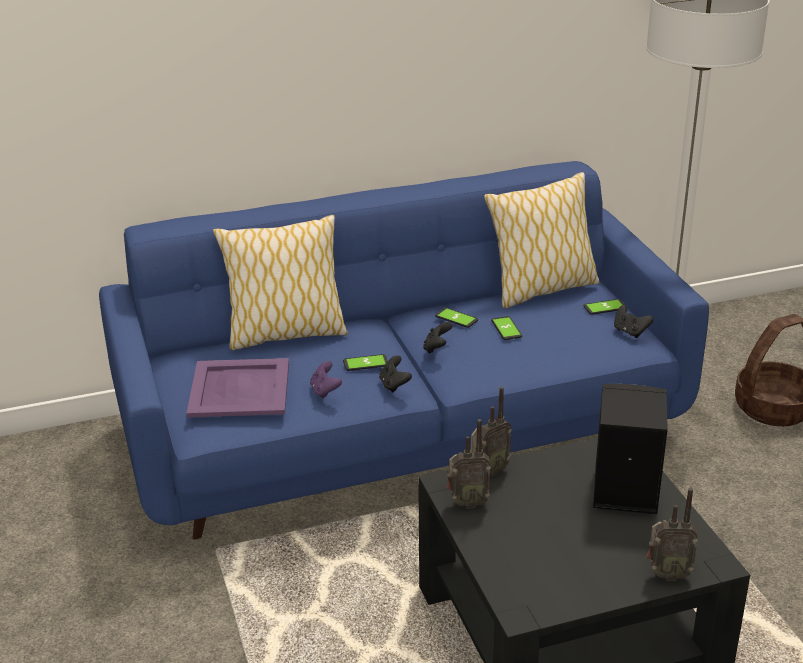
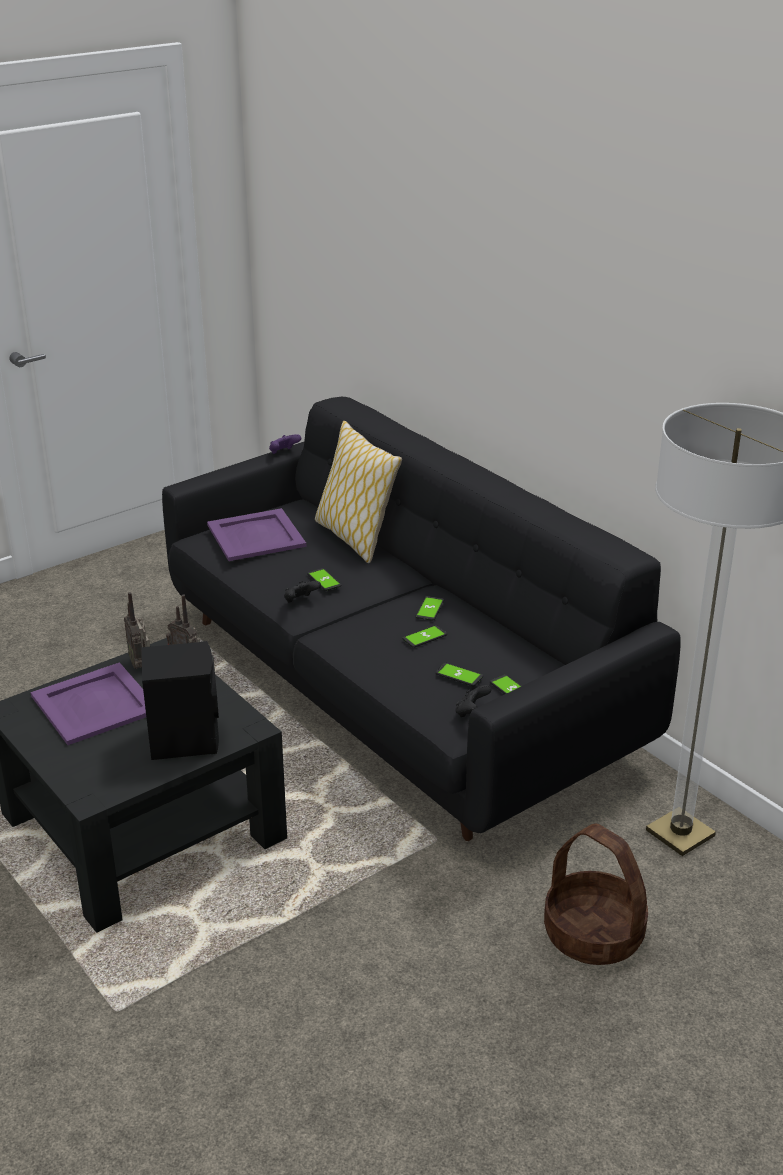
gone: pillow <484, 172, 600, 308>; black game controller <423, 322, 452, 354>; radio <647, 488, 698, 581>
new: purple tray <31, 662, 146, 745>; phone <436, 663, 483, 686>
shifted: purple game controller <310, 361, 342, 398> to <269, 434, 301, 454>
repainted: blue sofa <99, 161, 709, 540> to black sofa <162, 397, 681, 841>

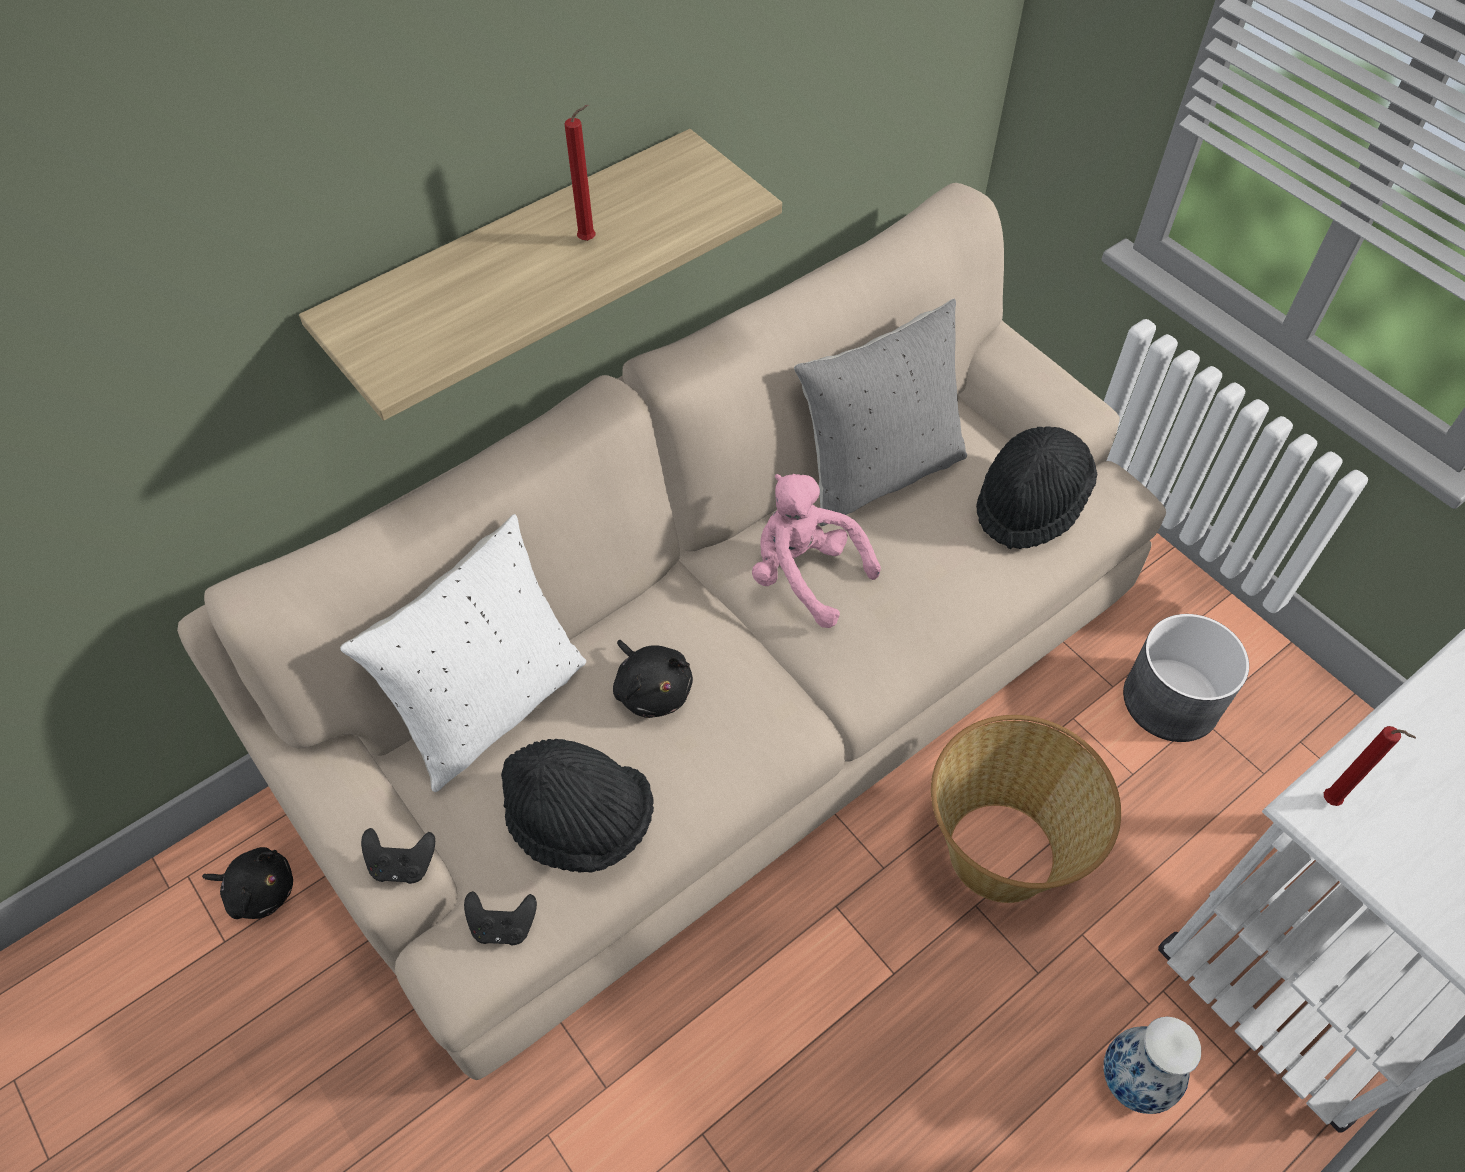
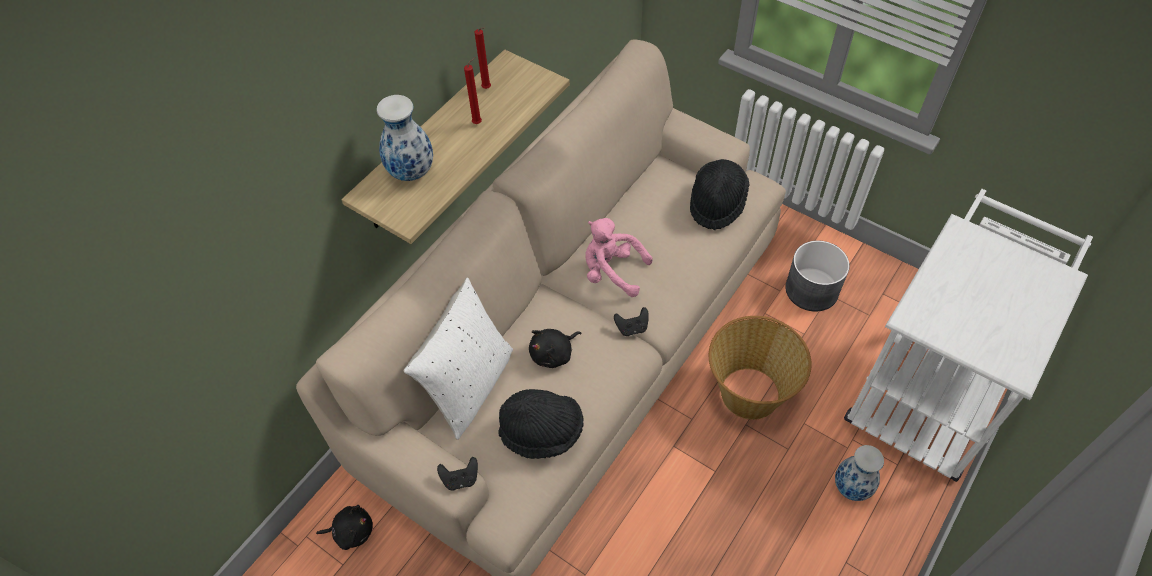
gone: grey pillow <794, 299, 967, 526>
new: vase <377, 95, 433, 181>
shifted: red candle <1324, 726, 1416, 806> to <475, 27, 491, 89>; black game controller <464, 891, 537, 945> to <614, 307, 649, 336>
rotated: black plush toy <613, 640, 693, 718> = <529, 329, 582, 368> 105 degrees clockwise

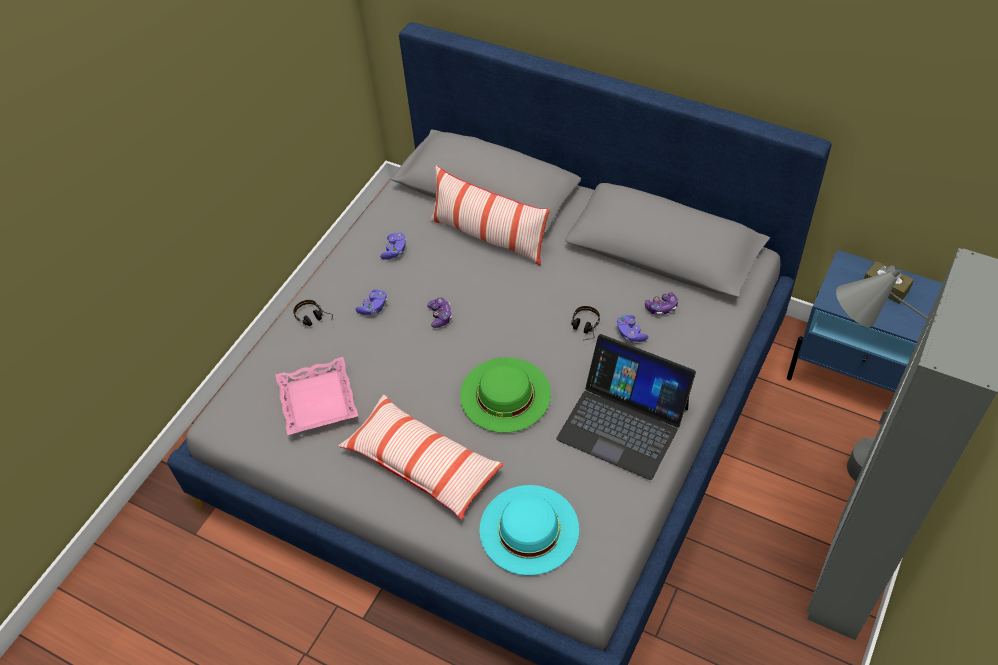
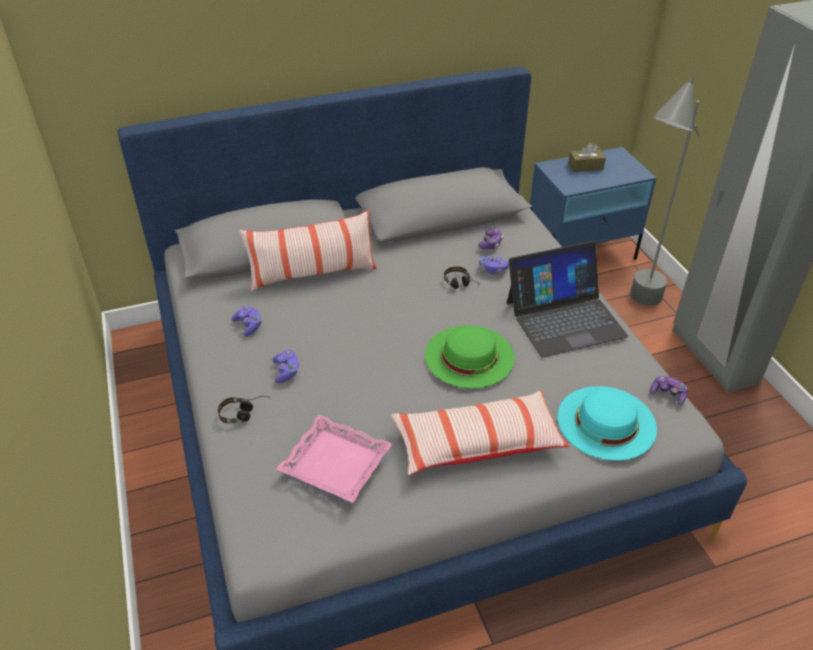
shifted: game controller <427, 297, 452, 328> to <650, 376, 688, 405>

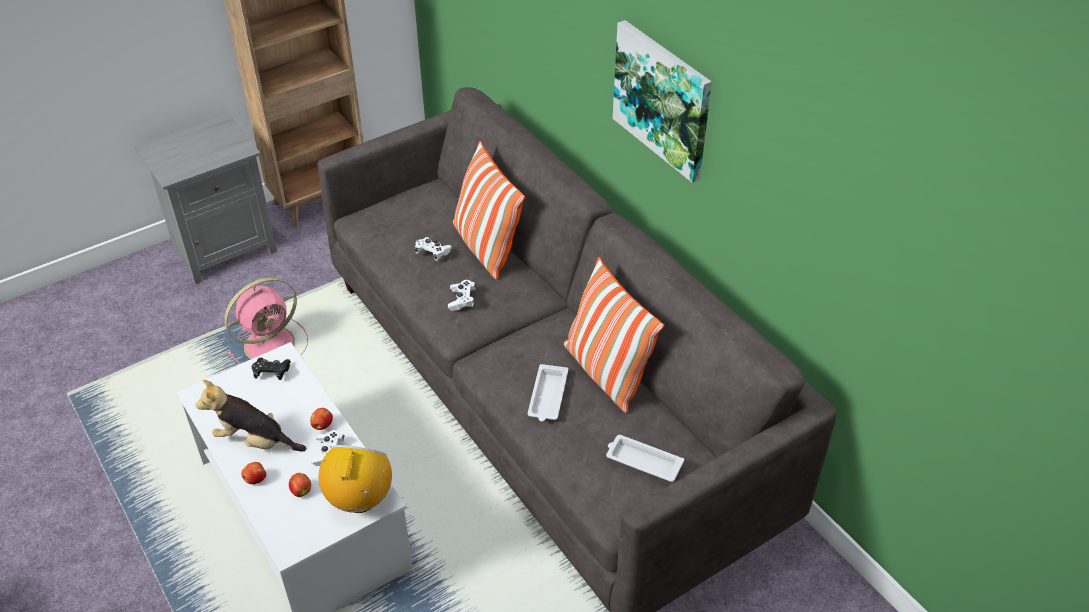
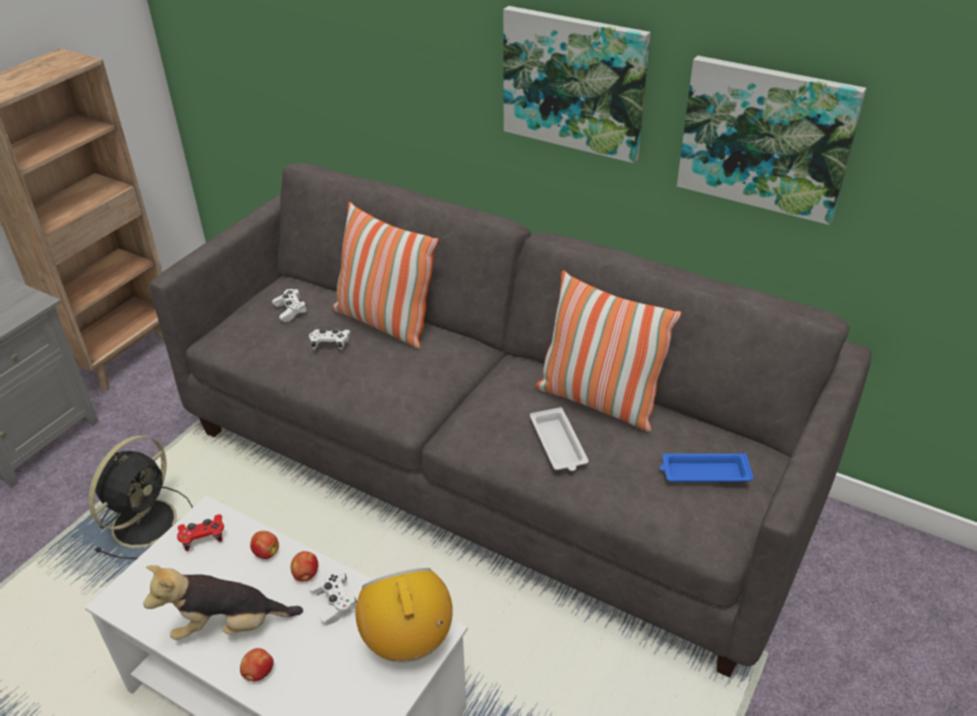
new: picture <677, 55, 866, 225>
shifted: white game controller <448, 280, 476, 311> to <272, 289, 307, 322>; apple <289, 473, 311, 497> to <250, 531, 279, 559>
repainted: pink fan <224, 277, 308, 364> to black fan <89, 435, 193, 559>; black game controller <252, 358, 291, 380> to red game controller <177, 514, 224, 551>; white tray <606, 435, 684, 482> to blue tray <660, 453, 754, 482>

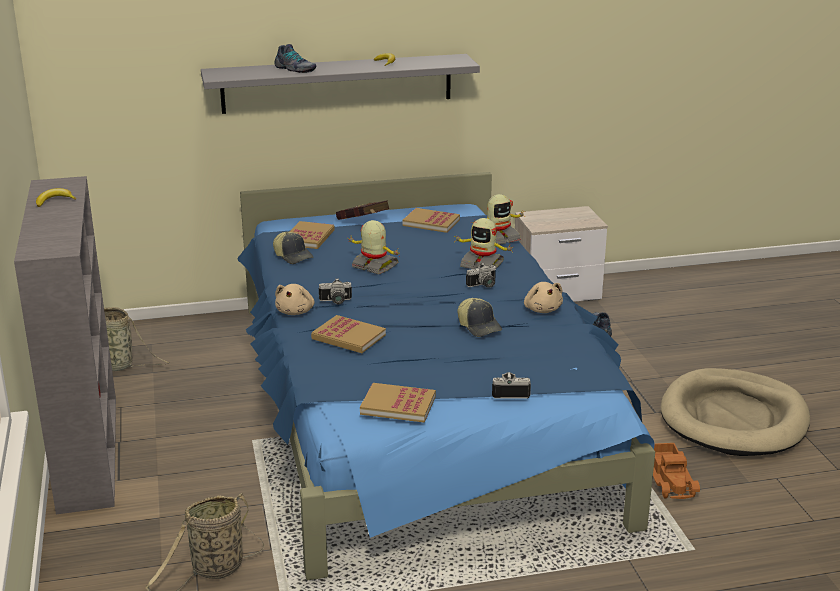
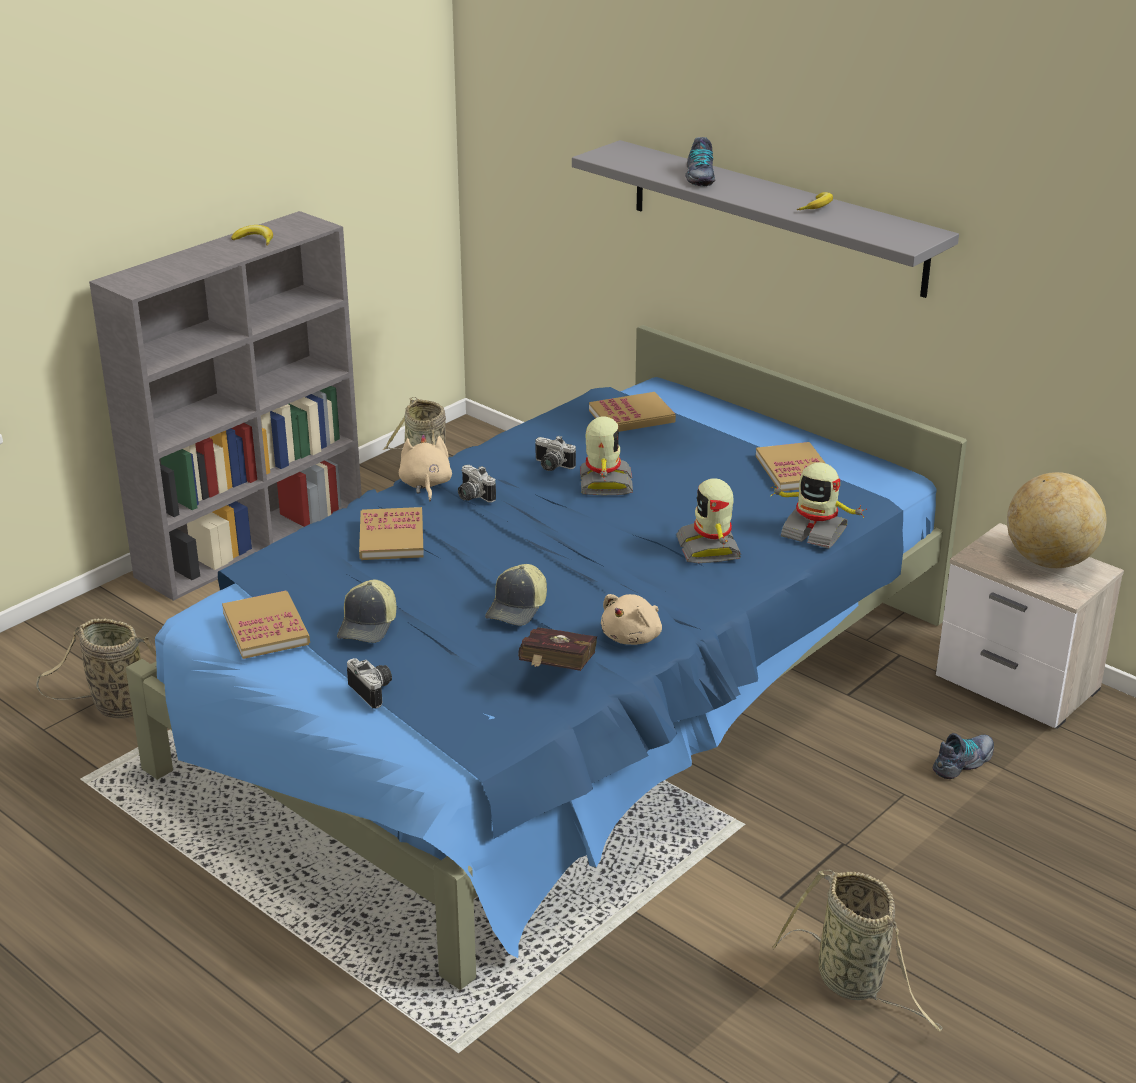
gone: toy truck <653, 443, 700, 499>
new: globe <1007, 472, 1106, 568>
shifted: red book <336, 200, 389, 220> to <518, 627, 597, 671>; cap <273, 232, 313, 264> to <337, 580, 396, 643>; photo camera <466, 263, 496, 288> to <535, 436, 576, 471>
swapped: beige dog bed <661, 368, 810, 456> to basket <773, 870, 943, 1031>
rotated: beige plush toy <275, 284, 315, 315> = <399, 435, 452, 501> 105 degrees clockwise

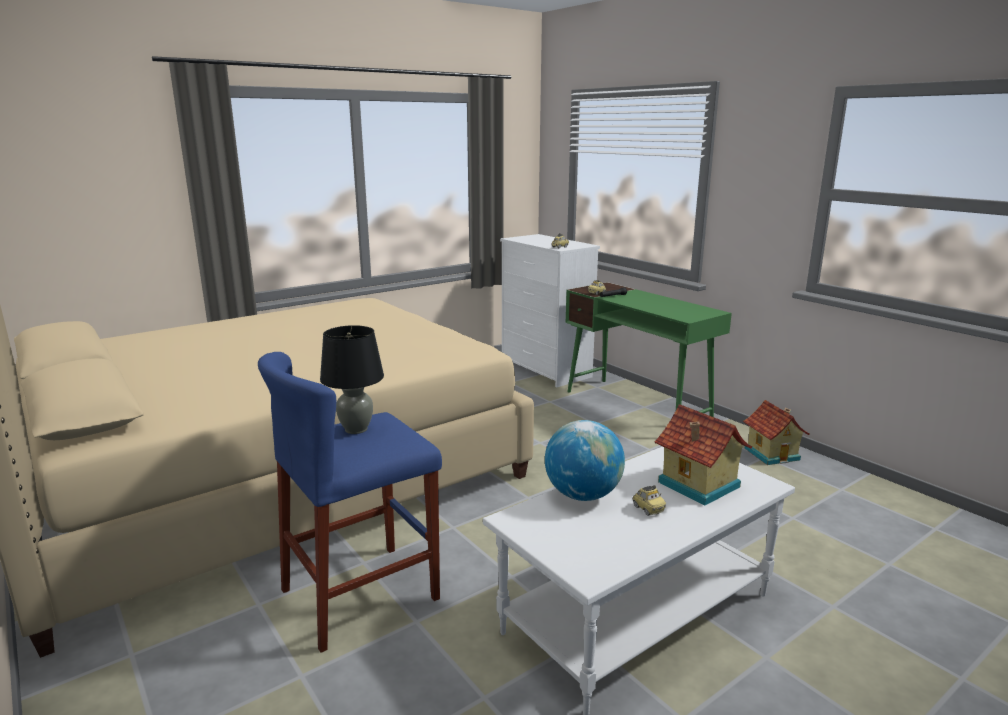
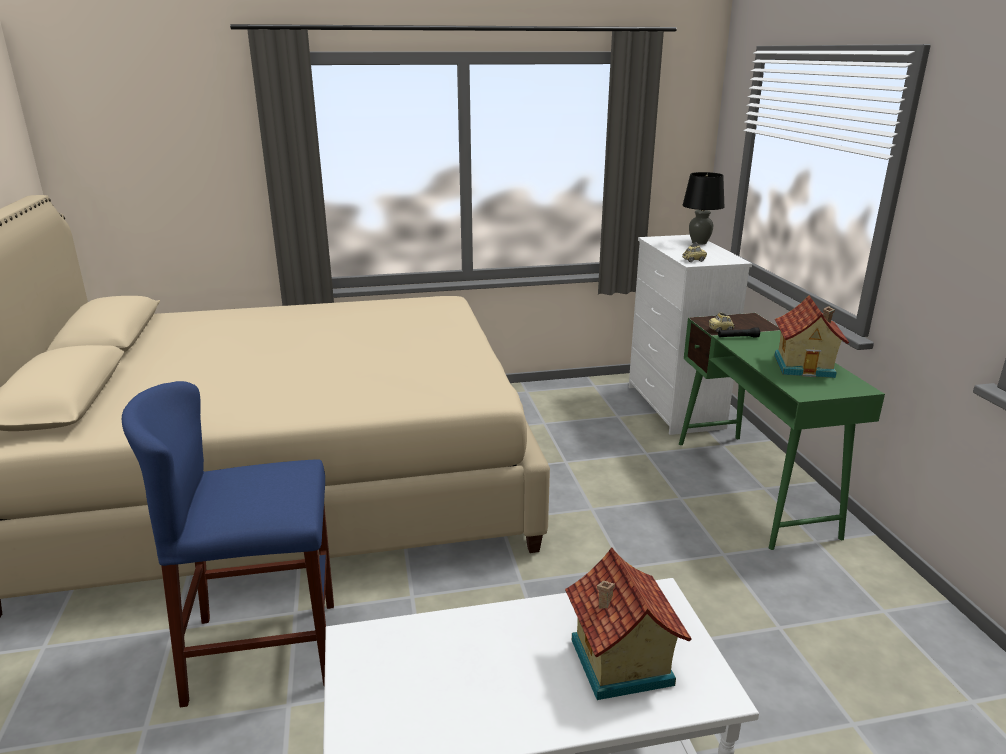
gone: globe <545, 420, 625, 501>; toy car <632, 485, 666, 516>
shifted: black table lamp <320, 325, 384, 434> to <683, 172, 724, 245>; toy house <743, 400, 809, 465> to <774, 296, 849, 378>

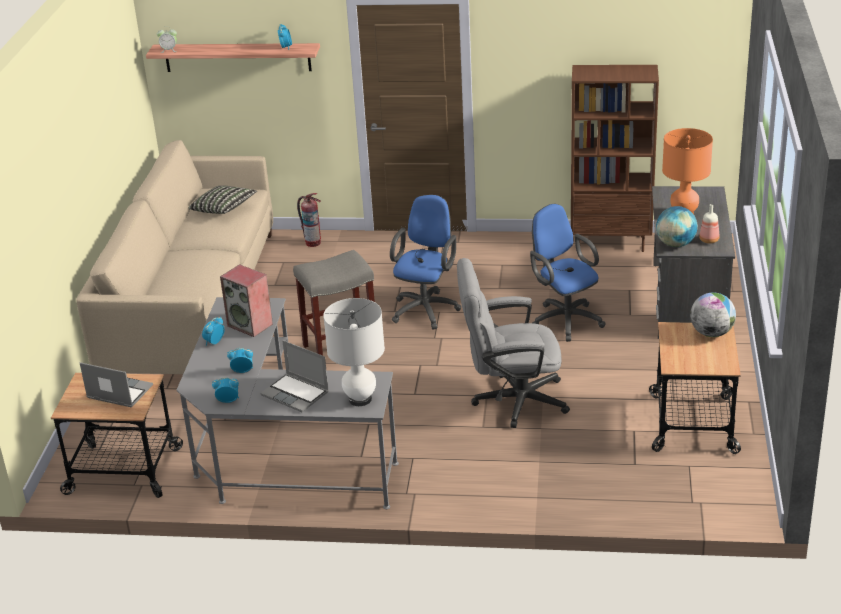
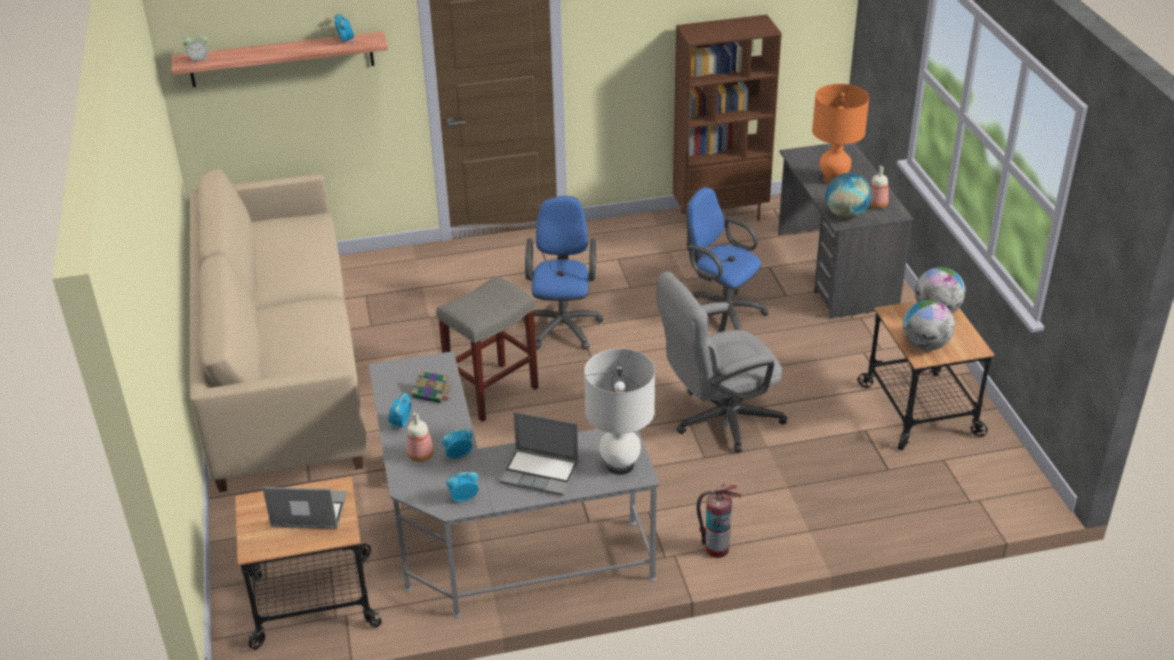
gone: pillow <189, 185, 257, 214>
new: globe <903, 300, 955, 351>; bottle <407, 412, 434, 462>
shifted: fire extinguisher <297, 193, 321, 247> to <696, 484, 741, 558>
swapped: speaker <220, 264, 273, 337> to book <412, 370, 451, 403>

